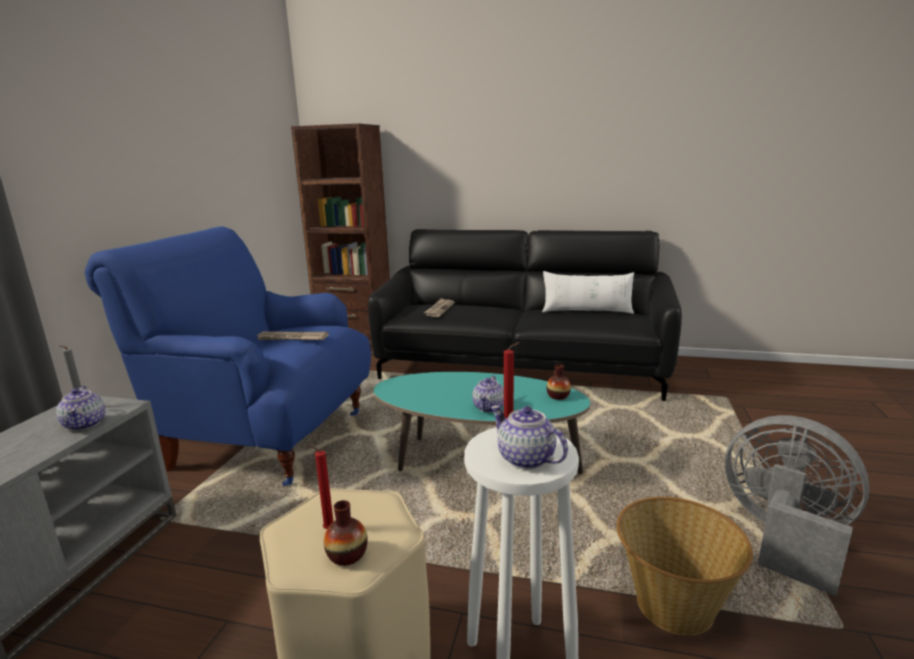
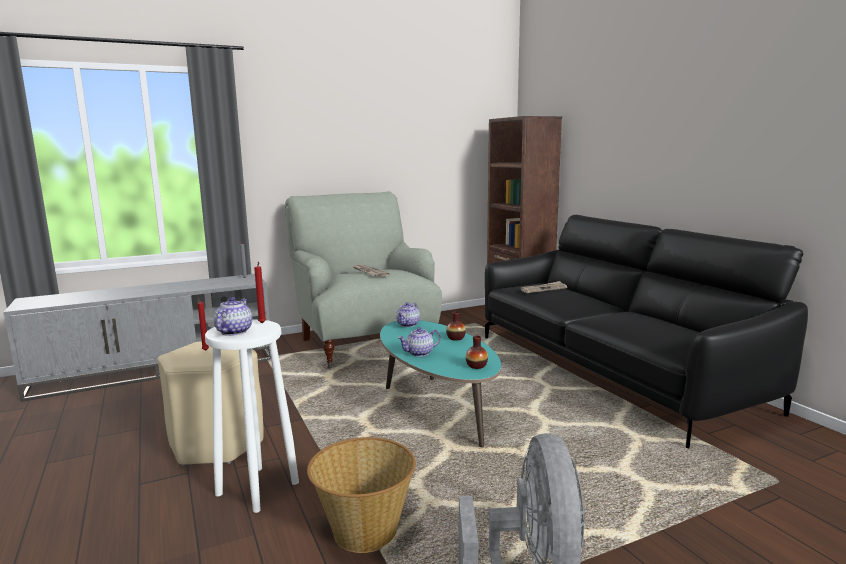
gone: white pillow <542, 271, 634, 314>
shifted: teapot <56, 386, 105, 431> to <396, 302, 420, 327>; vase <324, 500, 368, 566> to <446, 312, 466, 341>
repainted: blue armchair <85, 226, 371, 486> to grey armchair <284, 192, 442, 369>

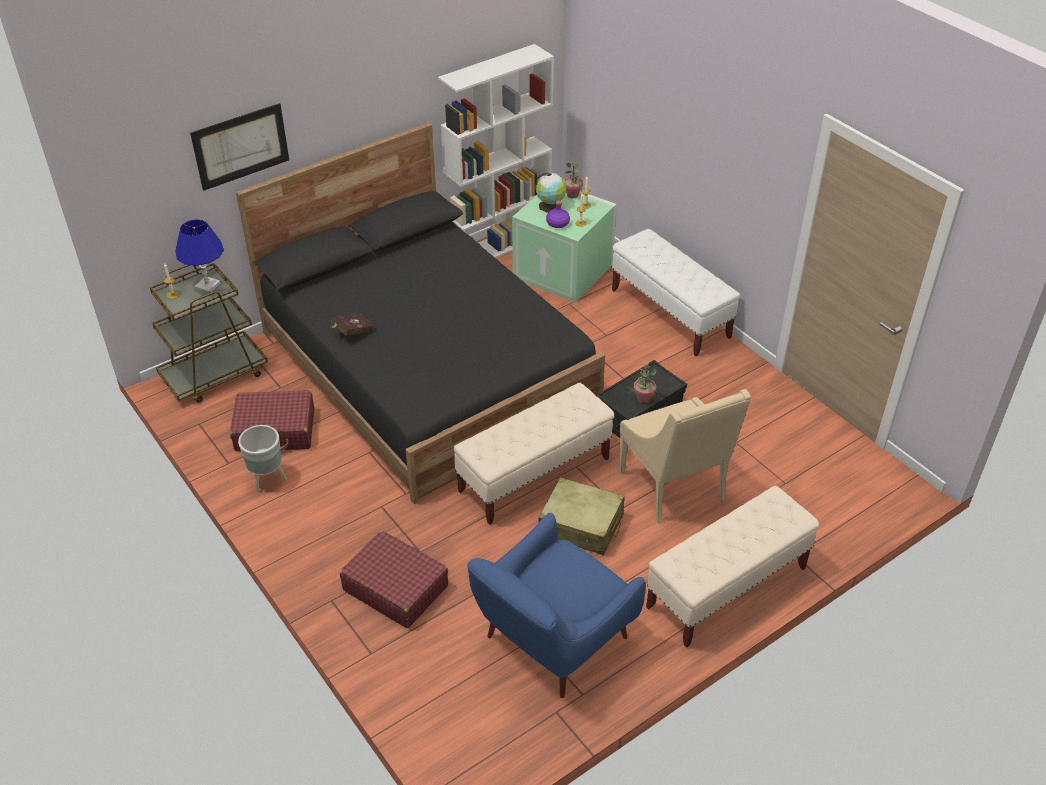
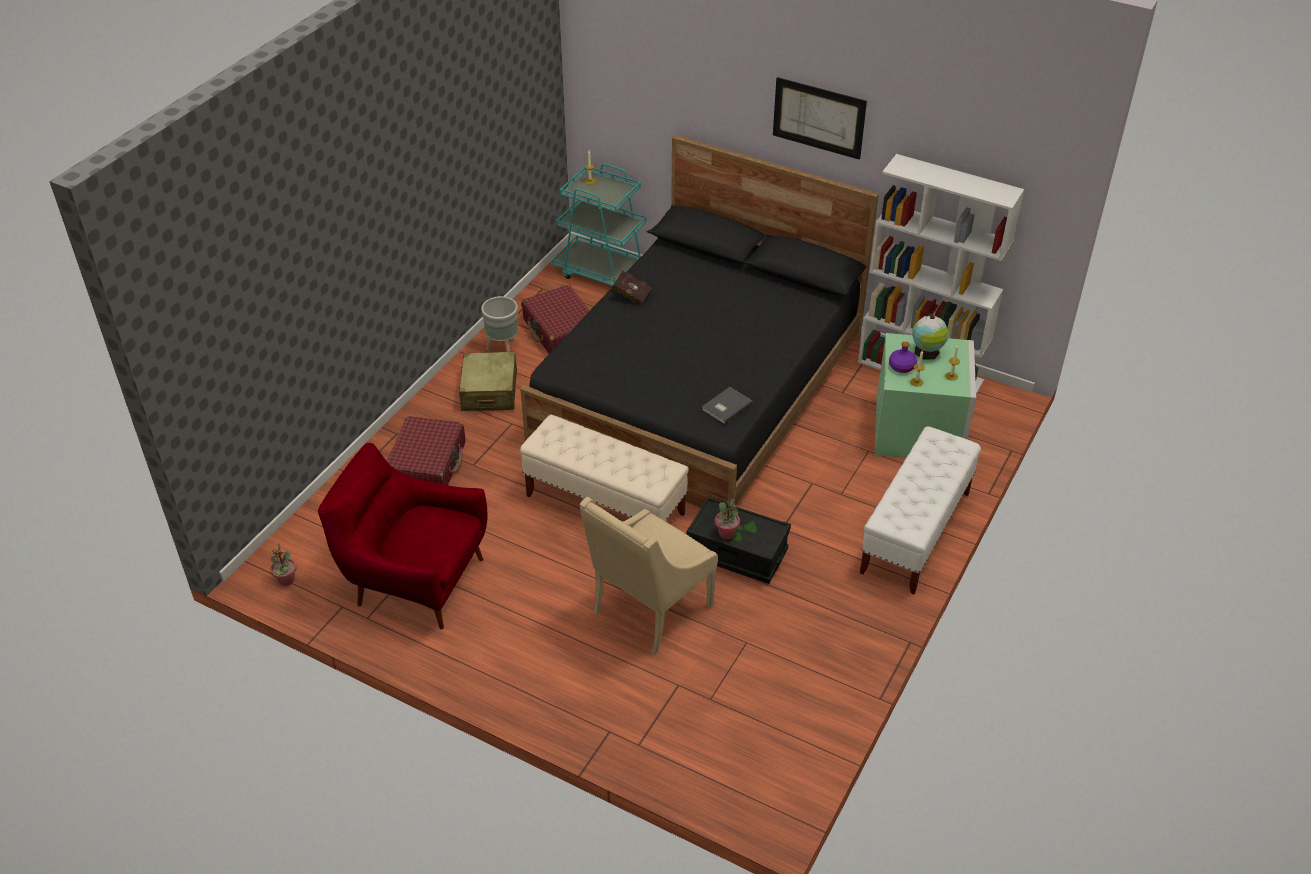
gone: blue table lamp <175, 219, 224, 293>; beige bench <646, 486, 819, 648>
new: grey book <702, 387, 753, 424>
shifted: picture <190, 103, 289, 191> to <773, 77, 867, 160>; potted plant <564, 162, 583, 198> to <270, 543, 297, 586>; beige suitcase <538, 477, 624, 555> to <459, 352, 517, 411>
repainted: brown cart <150, 263, 268, 403> to turquoise cart <552, 164, 647, 286>; blue armchair <467, 513, 646, 698> to red armchair <318, 443, 488, 629>

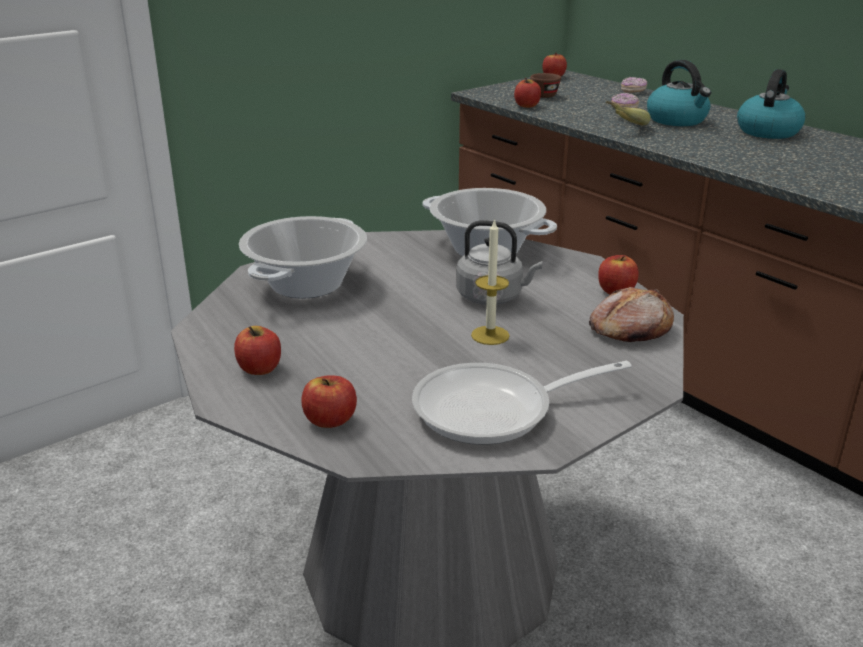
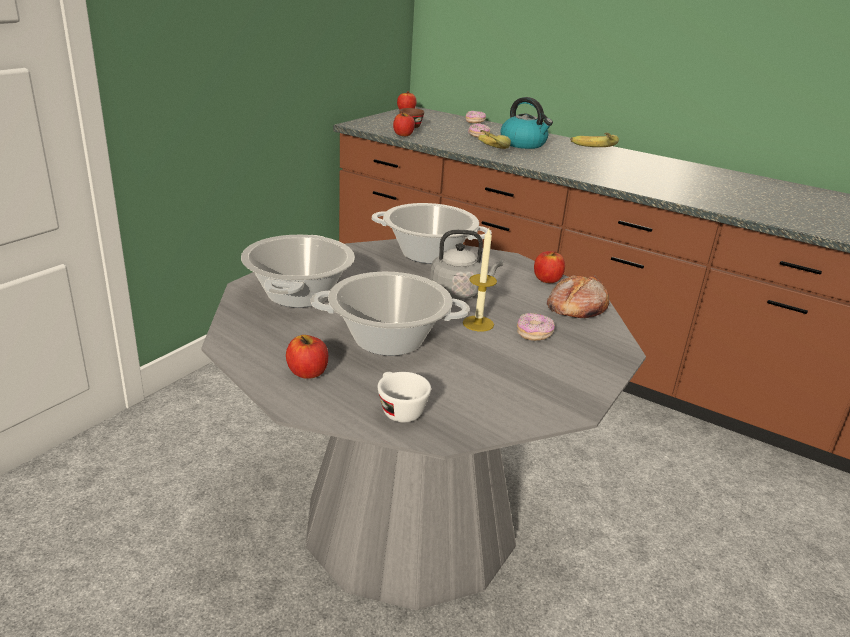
gone: frying pan <412, 361, 632, 445>
new: cooking pot <311, 272, 470, 356>; donut <517, 313, 555, 341>
swapped: kettle <737, 69, 805, 139> to banana <570, 133, 619, 147>; apple <302, 375, 357, 428> to white cup <378, 372, 431, 423>

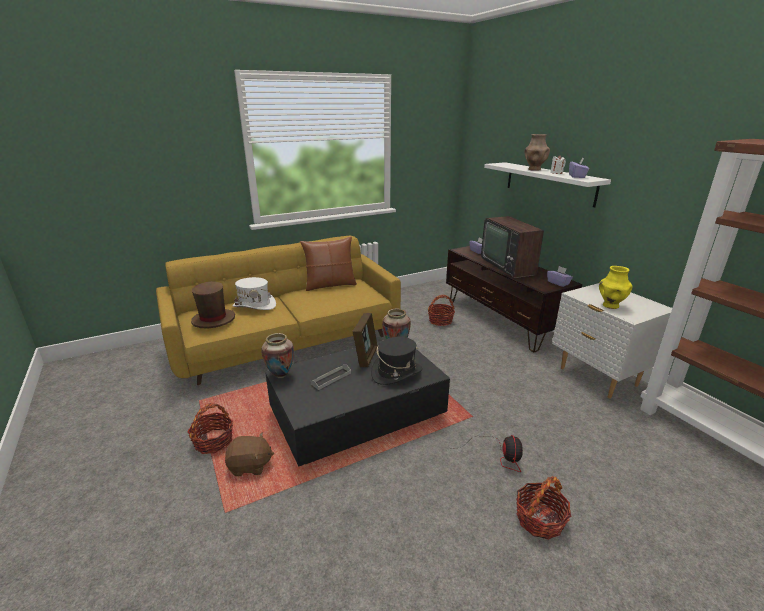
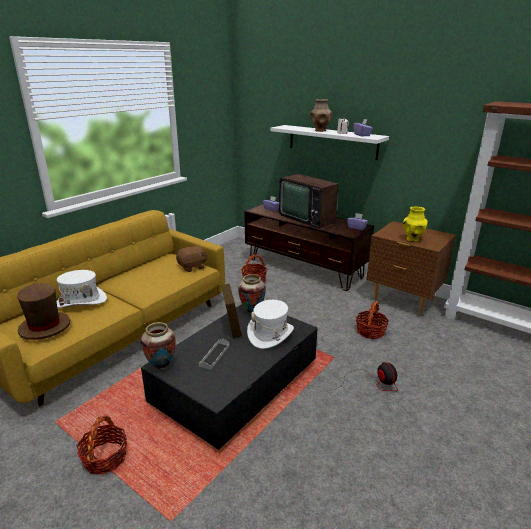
gone: brown pillow <300, 237, 357, 291>
shifted: brown plush toy <225, 433, 274, 476> to <176, 245, 208, 272>; basket <516, 476, 571, 540> to <356, 301, 389, 339>
repainted: white nightstand <552, 283, 672, 399> to brown nightstand <367, 221, 456, 315>; black hat <371, 337, 422, 385> to white hat <247, 300, 294, 349>

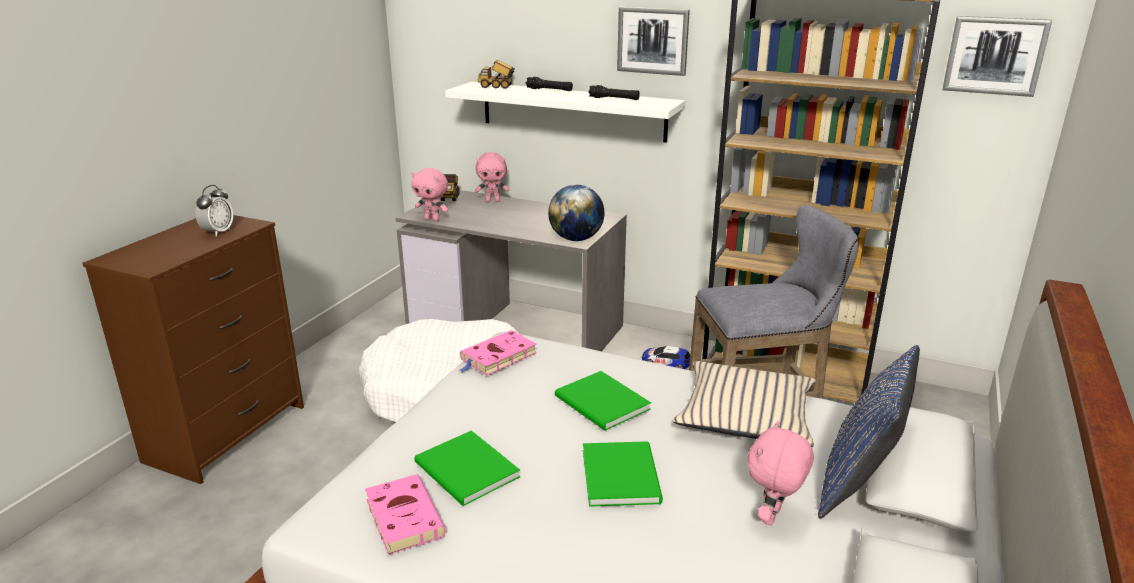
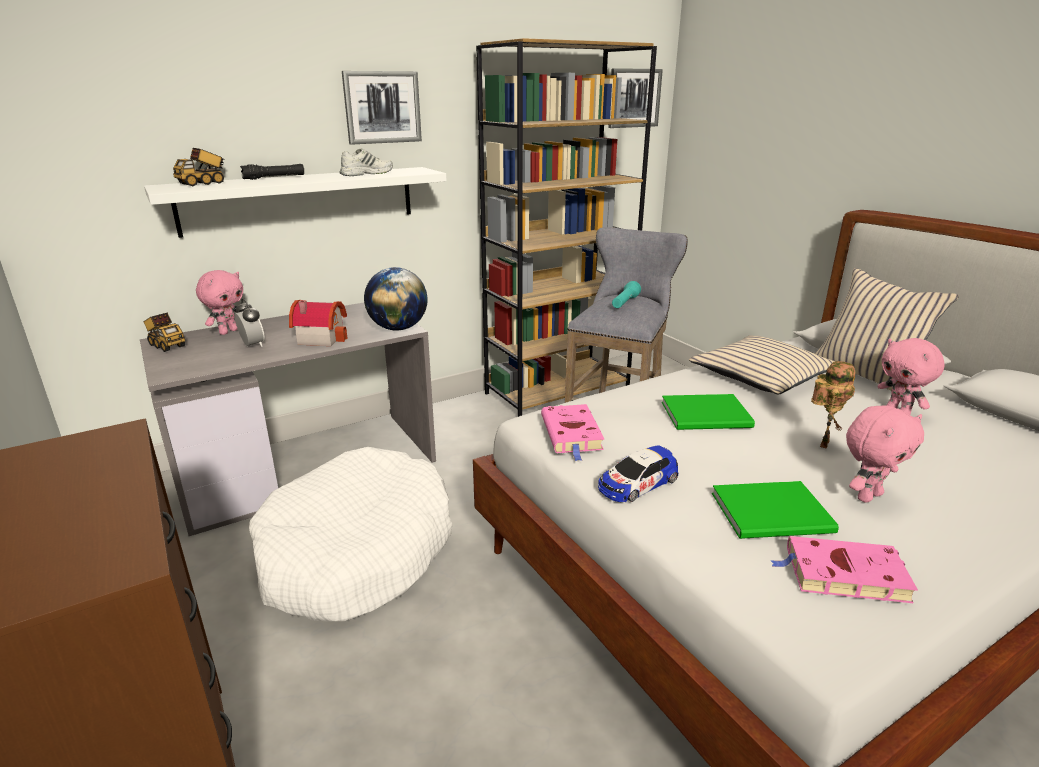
new: turquoise flashlight <612, 281, 641, 308>; toy house <289, 300, 348, 346>
shifted: pink plush toy <411, 168, 448, 221> to <846, 405, 924, 503>; alarm clock <196, 185, 233, 237> to <235, 299, 265, 347>; toy car <642, 346, 690, 369> to <598, 445, 678, 502>
swapped: black flashlight <588, 85, 640, 100> to white shoe <339, 149, 393, 176>; green book <583, 441, 663, 507> to toy robot <811, 361, 855, 449>
repainted: blue pillow <818, 345, 920, 519> to beige pillow <814, 268, 959, 391>

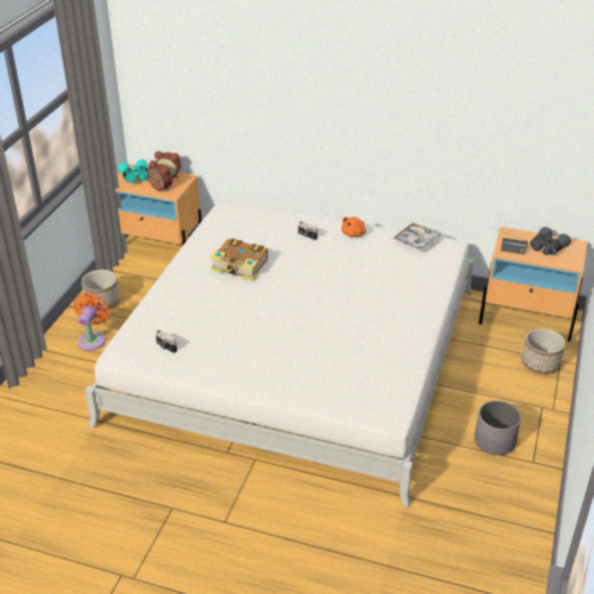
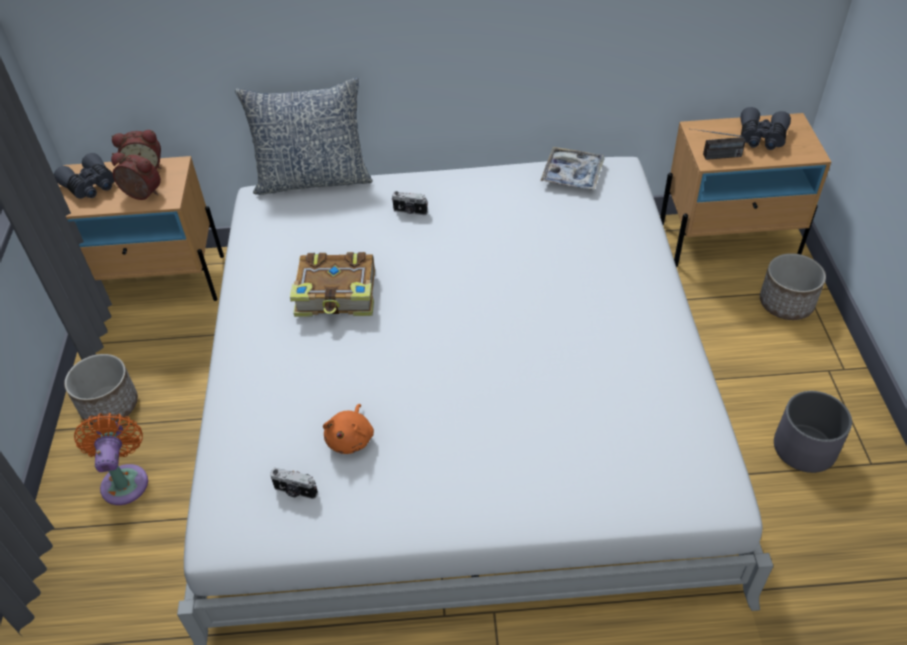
new: pillow <235, 78, 373, 195>
shifted: orange plush toy <341, 217, 366, 237> to <323, 404, 374, 454>
repainted: turquoise binoculars <118, 160, 148, 183> to grey binoculars <54, 153, 115, 199>

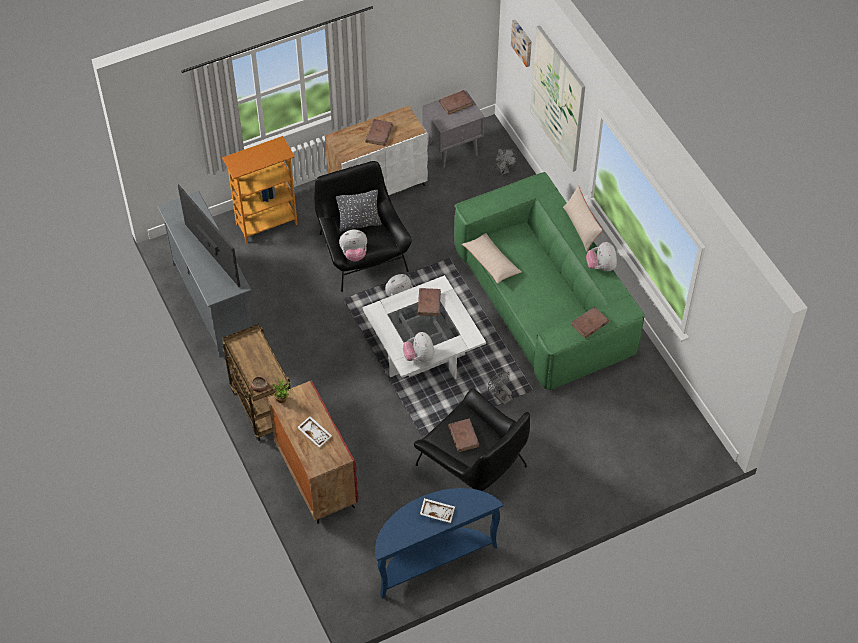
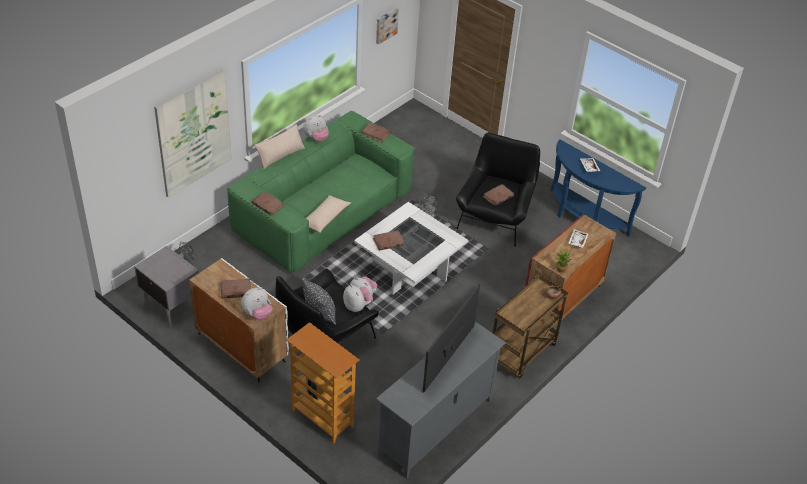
shifted: picture <511, 19, 532, 67> to <376, 8, 399, 44>; brown book <439, 90, 473, 115> to <252, 192, 284, 216>; plush toy <403, 332, 434, 362> to <241, 287, 272, 320>

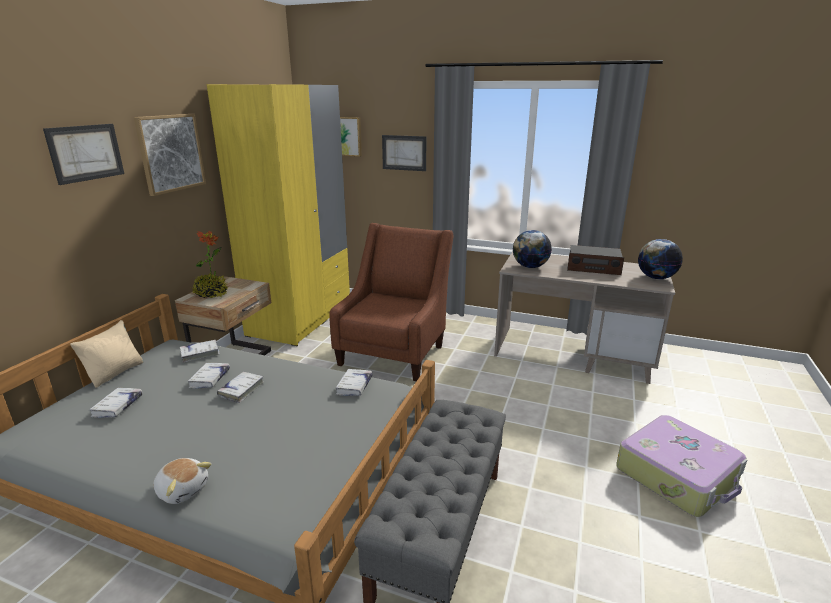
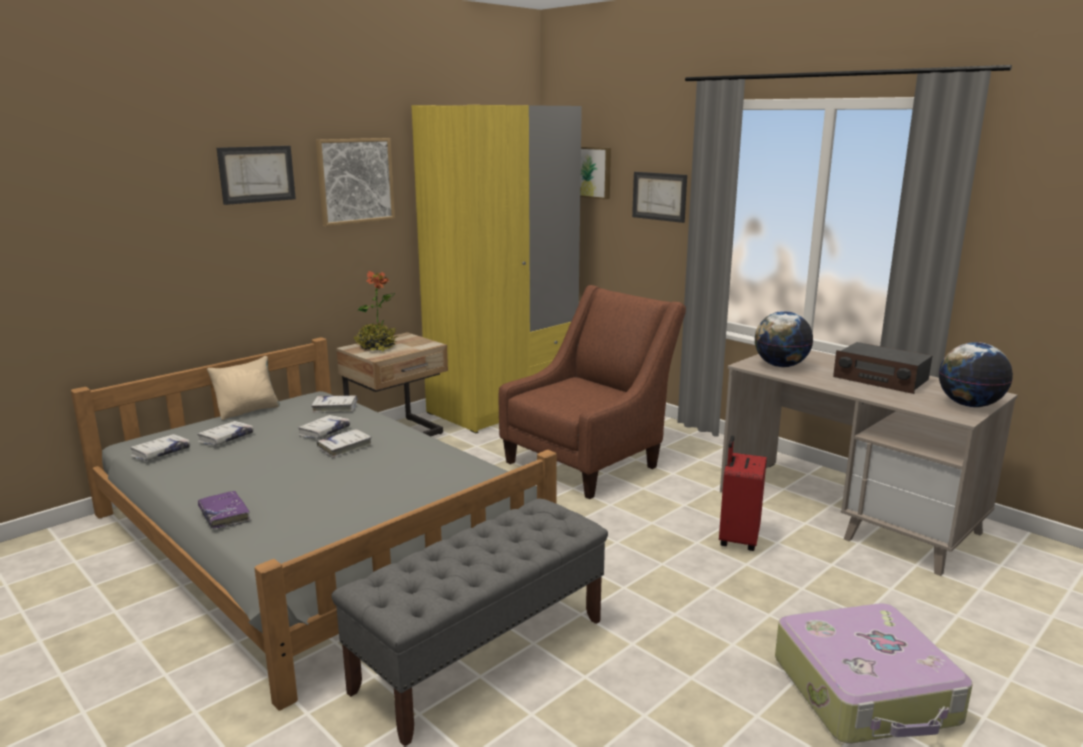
new: red suitcase <719, 436, 767, 551>
shifted: white book <335, 369, 372, 396> to <130, 434, 190, 461>
swapped: plush toy <153, 458, 211, 504> to purple book <198, 491, 251, 529>

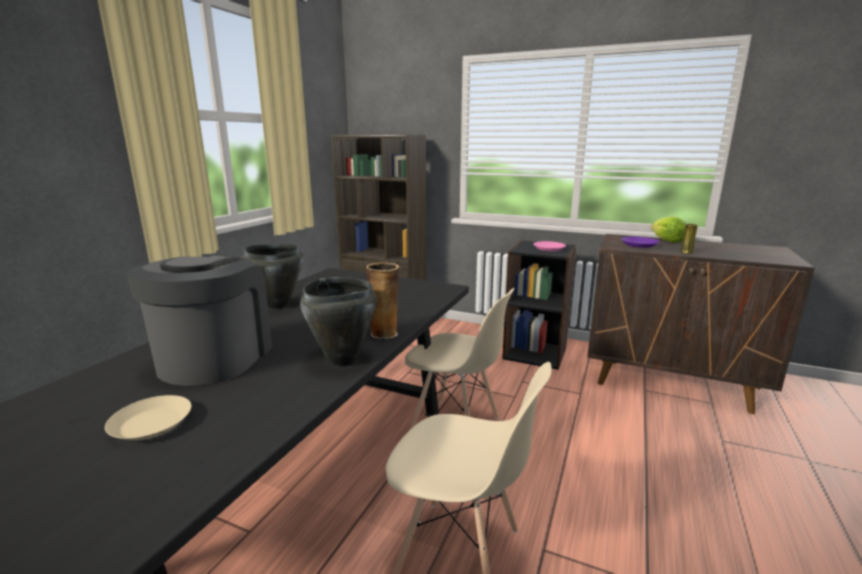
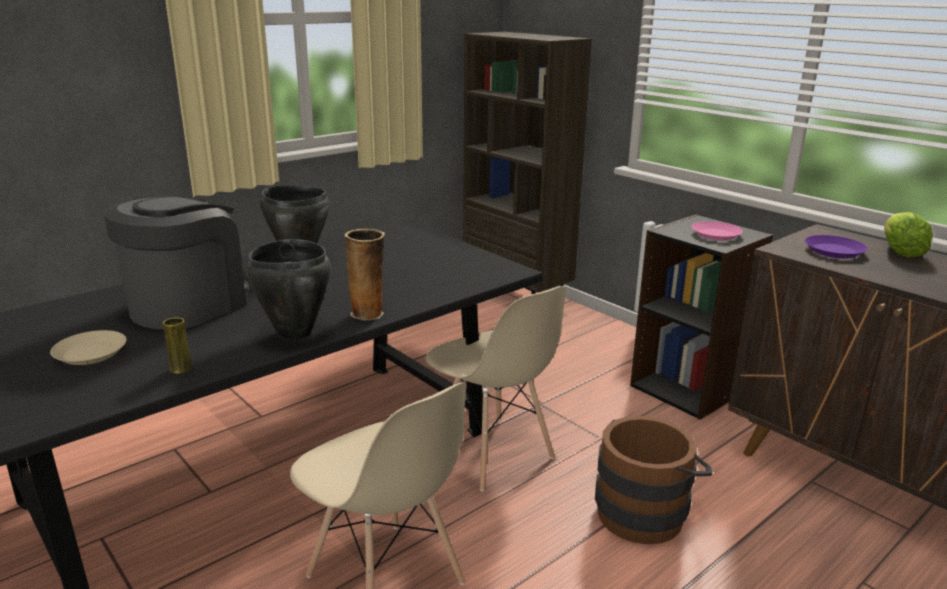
new: brown bucket <595, 416, 712, 544>
shifted: yellow vase <680, 224, 698, 254> to <163, 317, 193, 374>

